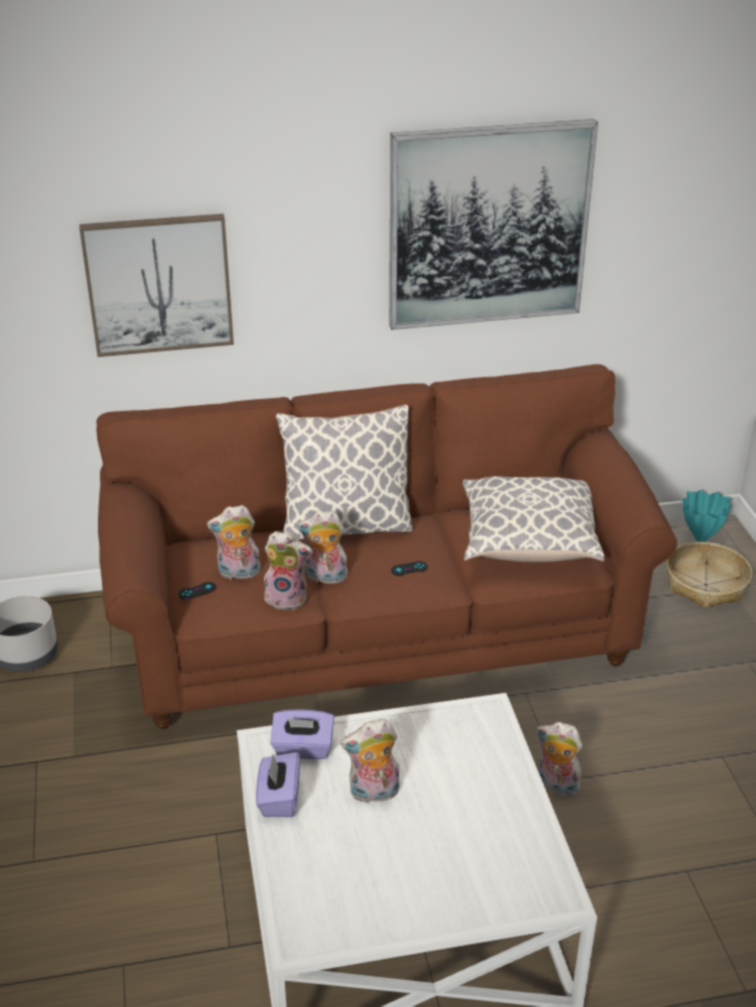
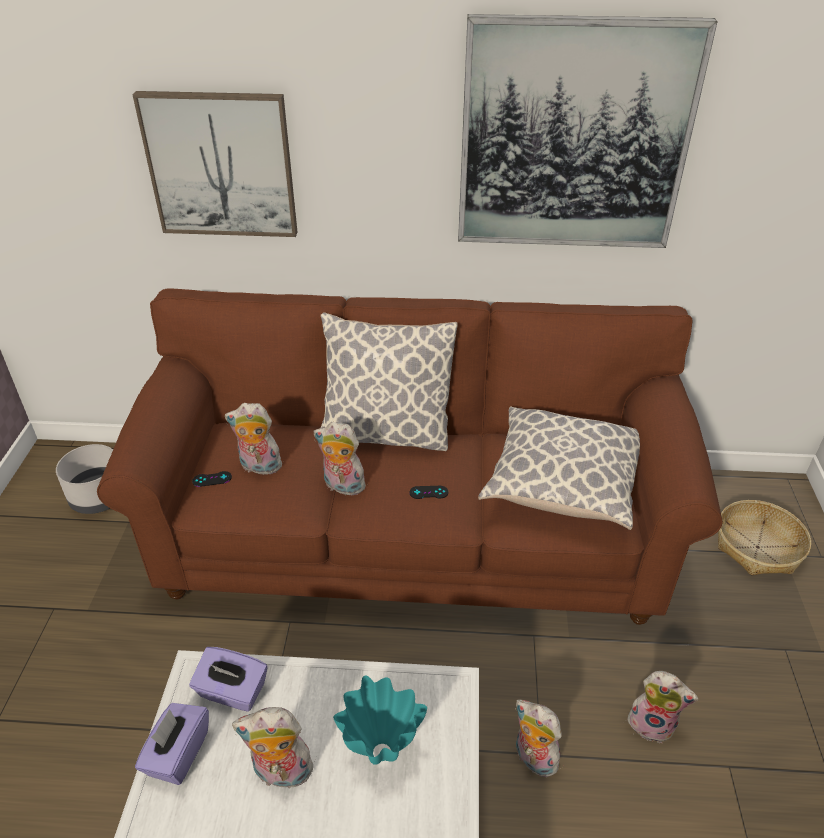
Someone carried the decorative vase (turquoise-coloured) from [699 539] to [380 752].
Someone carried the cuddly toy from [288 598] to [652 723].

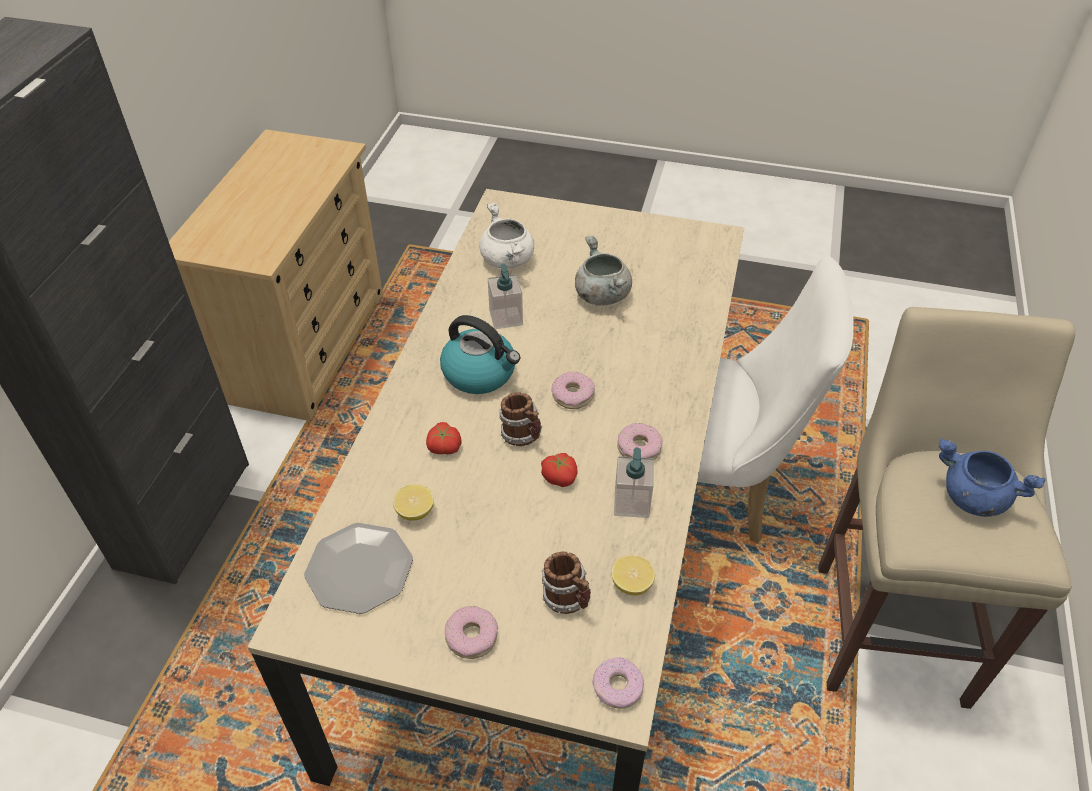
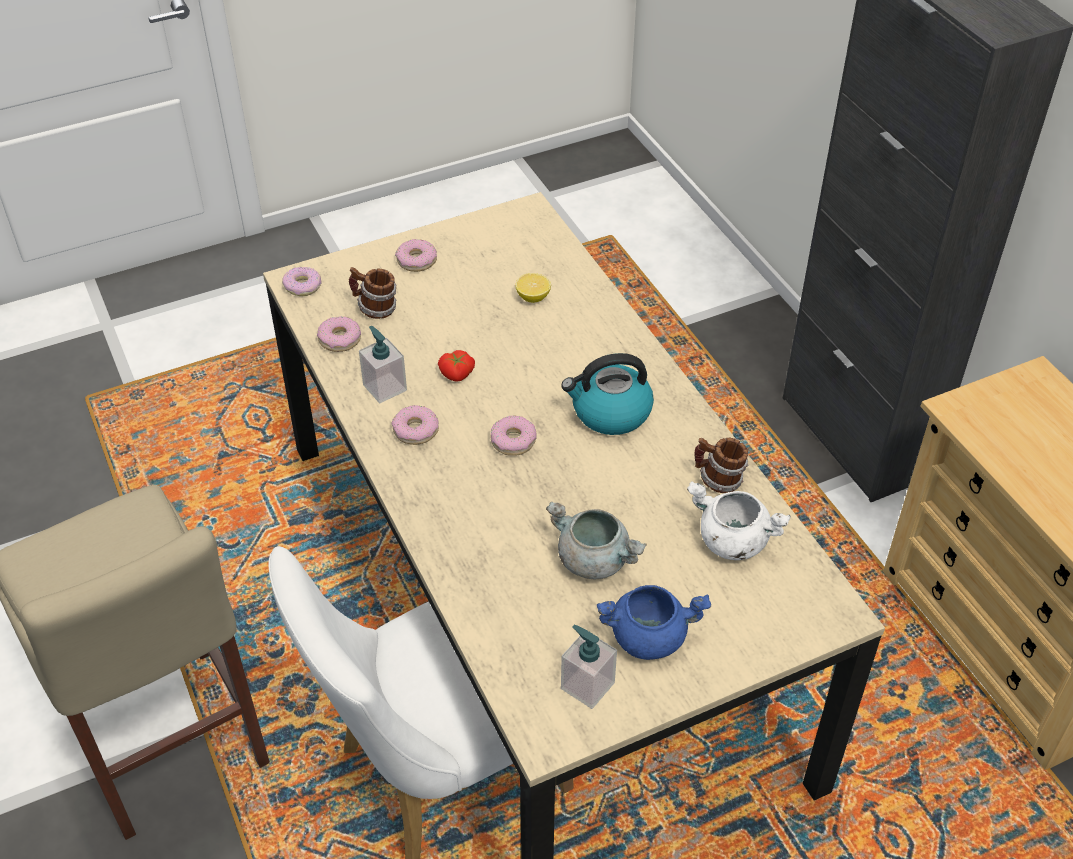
Someone swapped the whole lemon at [631 584] for the donut at [339 339].
Someone carried the liquid soap bottle from [506 318] to [587 685].
Someone carried the cooking pot (blue) from [972 497] to [649 636].
Someone carried the tea mug from [523 436] to [718 480].
Someone took away the dinner plate at [359 569].
Someone took away the fresh tomato at [443 447].

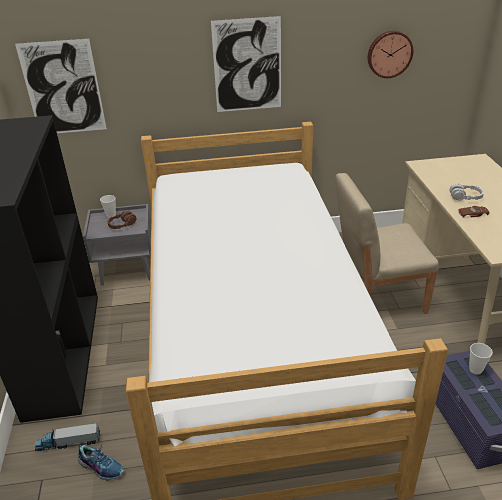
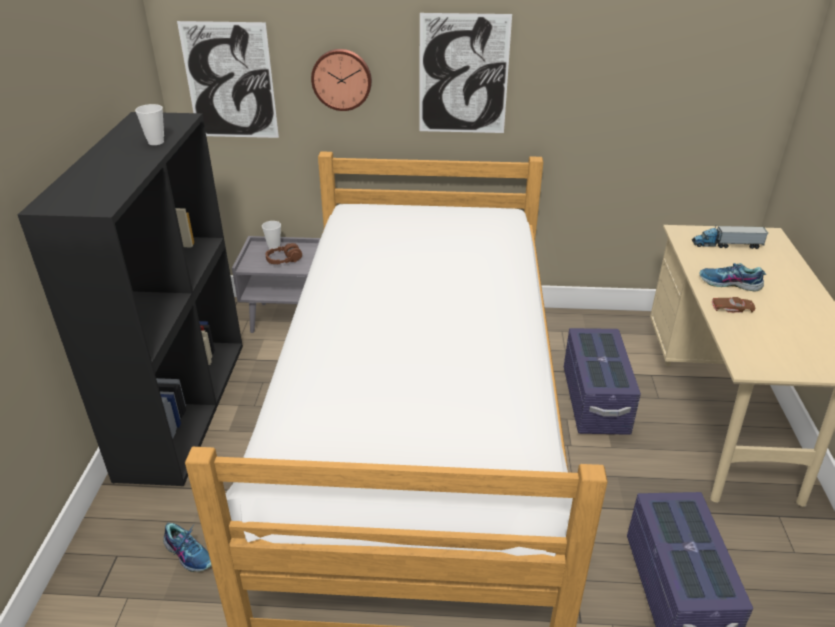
Someone carried the small cup from [475 369] to [156 142].
Someone carried the clock on the wall from [389 54] to [342 79].
Someone swapped the upright chair (beige-coloured) at [376 296] for the storage box (purple-coloured) at [595 400].
Someone carried the model truck from [68 442] to [726 245].
Someone swapped the headset (grey) at [465 197] for the item of footwear at [729 284].

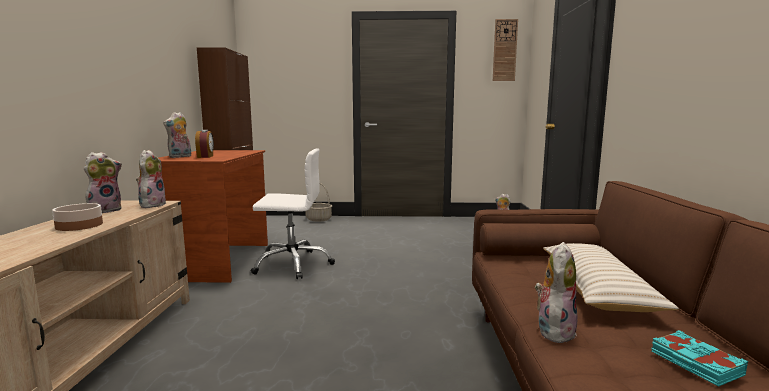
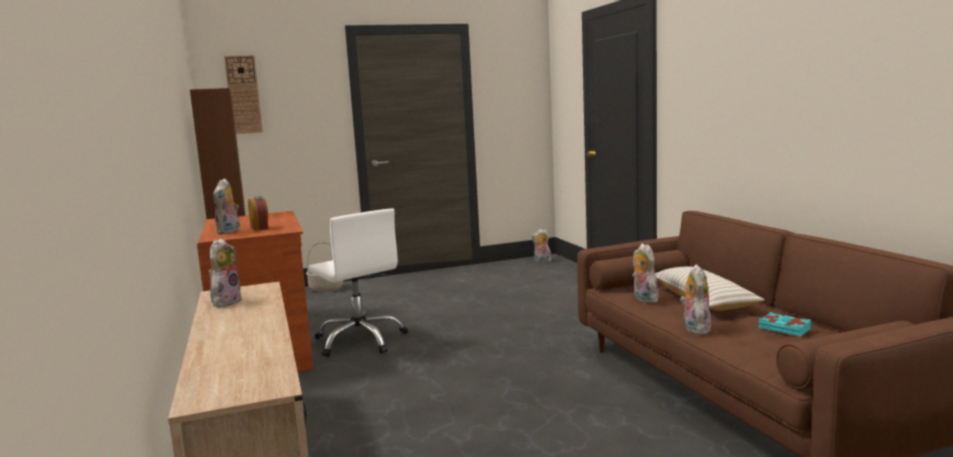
Someone carried the clock on the wall from [504 50] to [243 94].
Someone rotated the desk chair (white) at [293 264] by 75 degrees clockwise.
Someone carried the cuddly toy from [152 205] to [643 299].
Someone took away the bowl at [79 225].

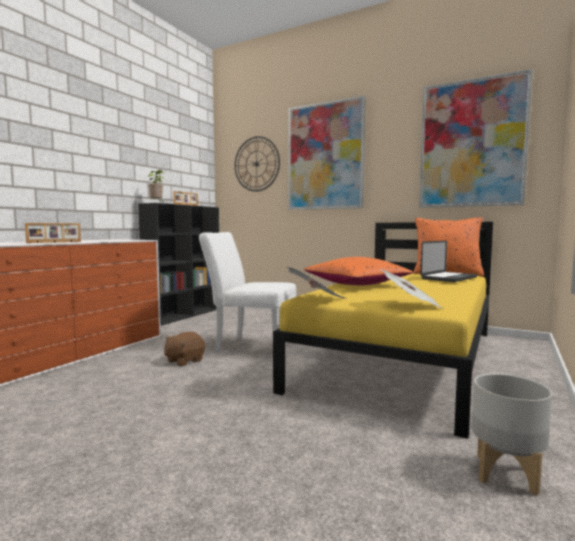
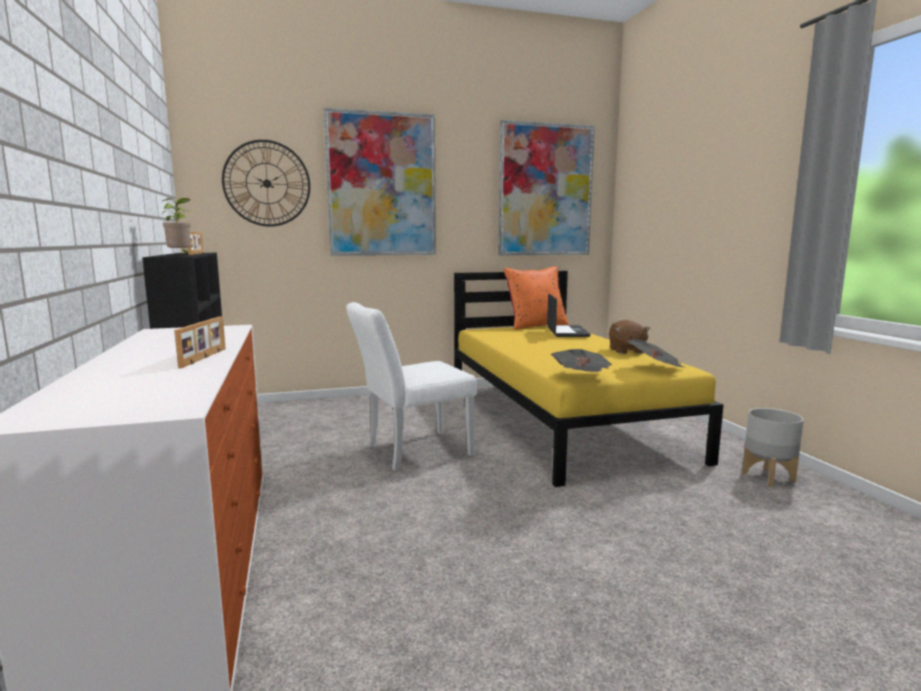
Someone carried the cuddly toy (brownish) from [184 361] to [626 351].
Someone took away the throw pillow (orangey) at [356 284].

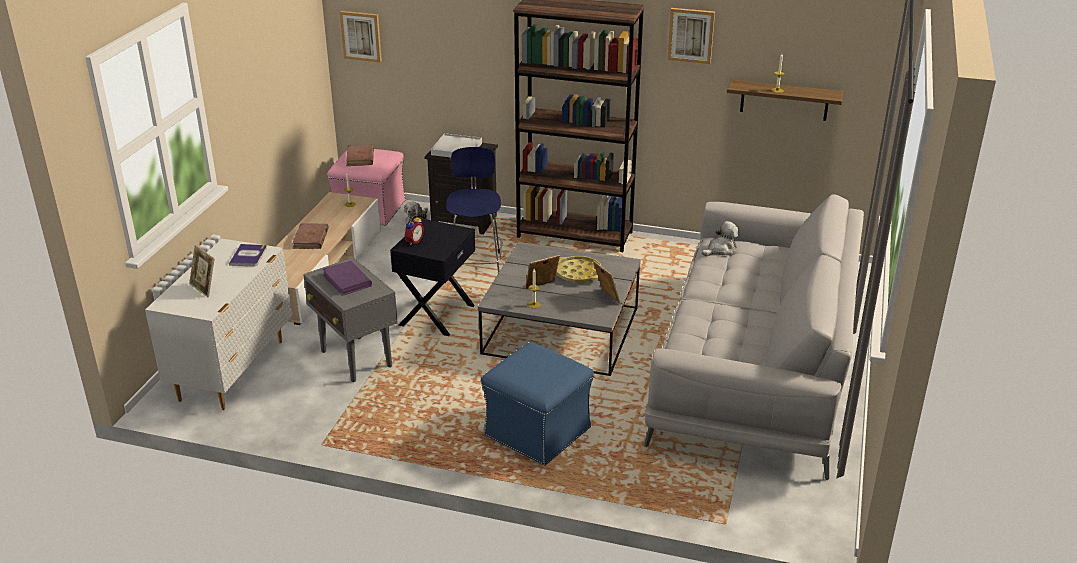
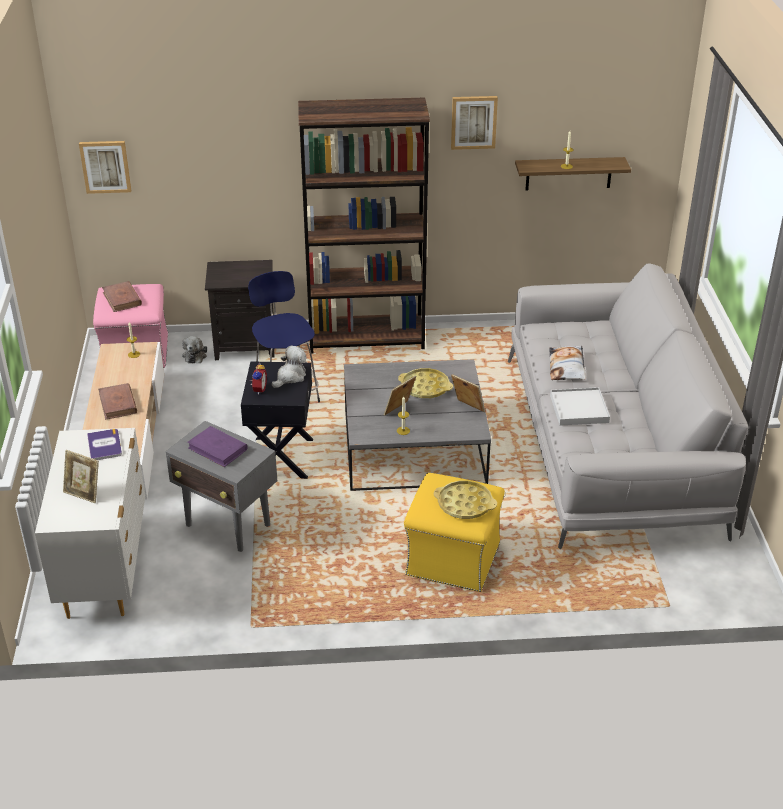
Someone carried the cuddly toy from [720 250] to [290 377].
Someone repainted the pouffe (blue) at [536 431], which became the pouffe (yellowish) at [452 558].
Someone put down the tray (yellowish) at [464 504].
Someone put down the throw pillow at [567 367].
Someone carried the tray (white) from [456 149] to [579 409].

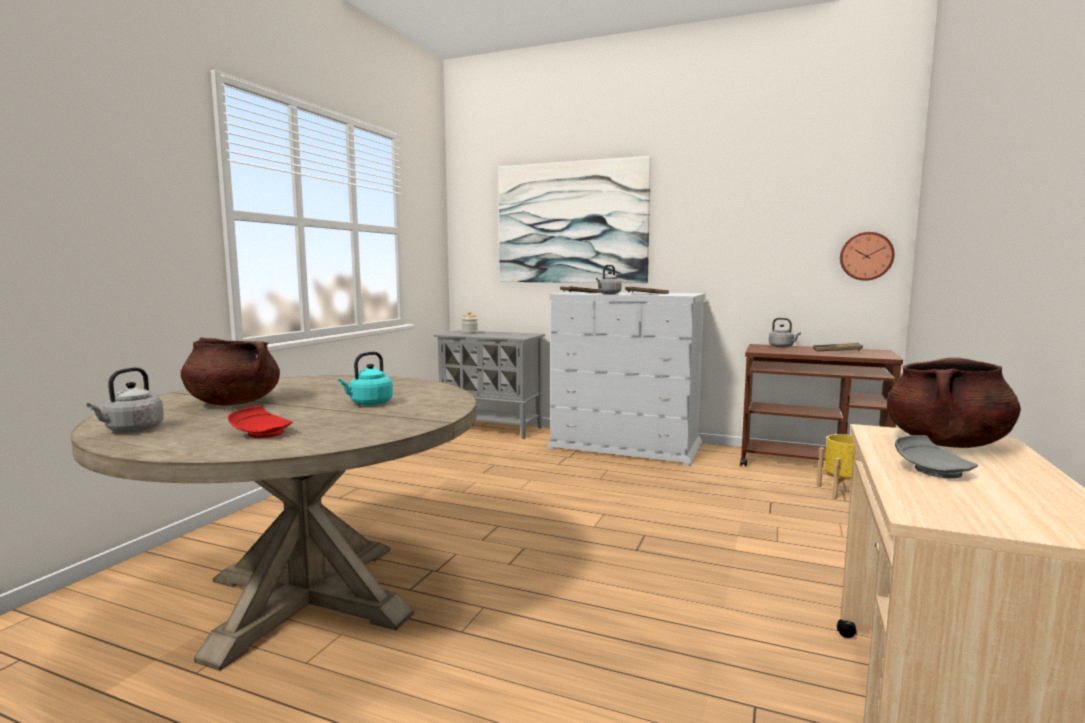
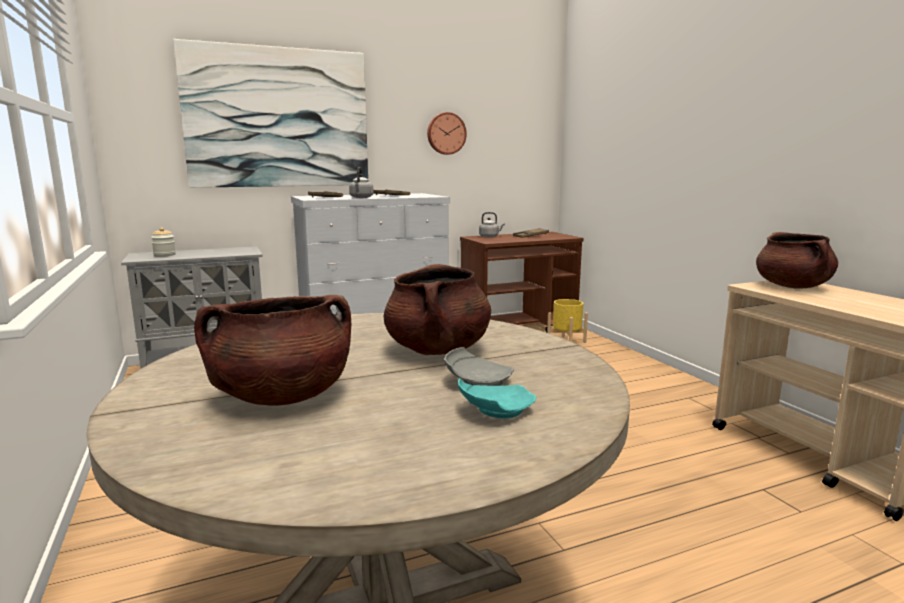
Someone swapped the kettle (turquoise-coloured) at [369 403] for the cooking pot (brownish) at [437 350].
Someone carried the clock on the wall from [866 256] to [446 133].
Someone carried the dinner plate (grey) from [932 470] to [477 381].
Someone repainted the dinner plate (reddish) at [262 433], which became the dinner plate (turquoise-coloured) at [494 411].
Someone took away the kettle (grey) at [132 430].

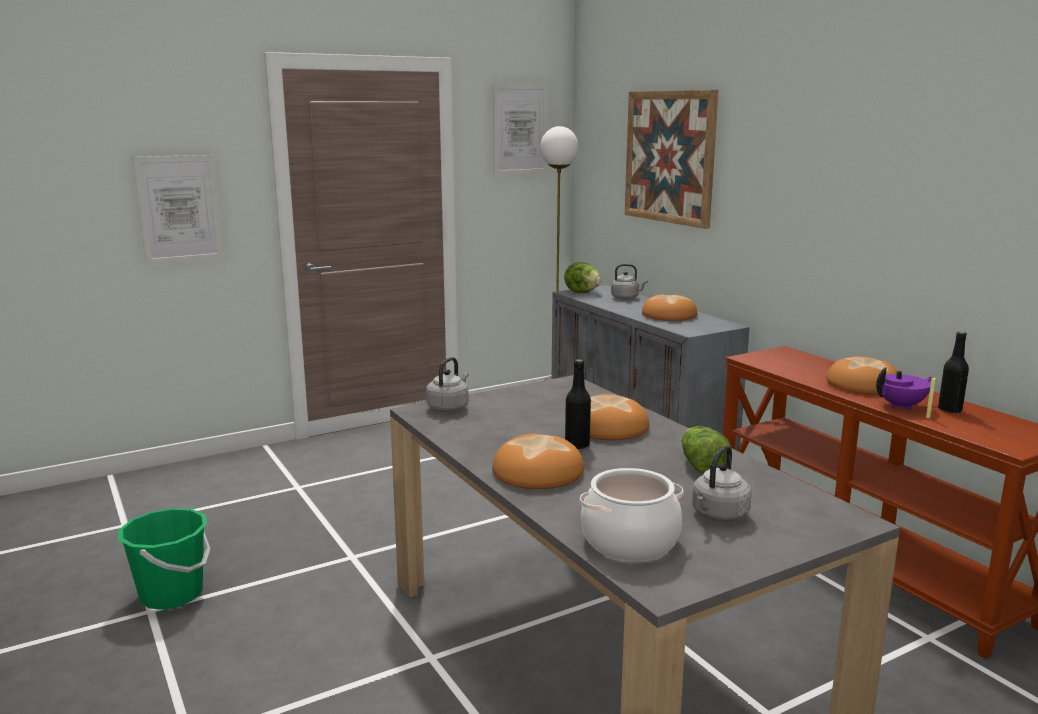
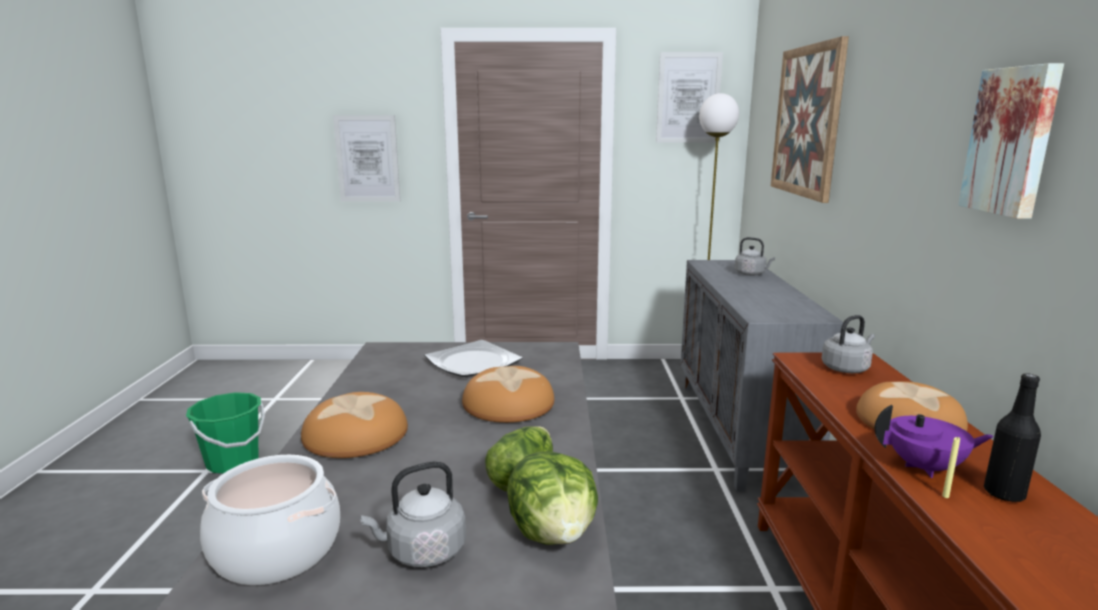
Someone put down the dinner plate at [474 362].
Someone carried the head of lettuce from [582 292] to [554 533].
Someone carried the kettle (grey) from [449 407] to [846 368].
Someone put up the picture at [1013 141].
Someone took away the beverage bottle (black) at [577 445].
Someone took away the bakery bread at [669 315].

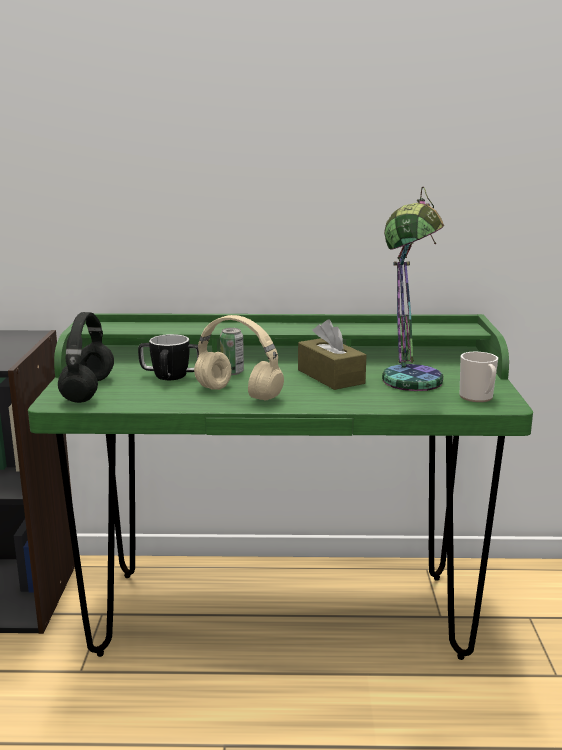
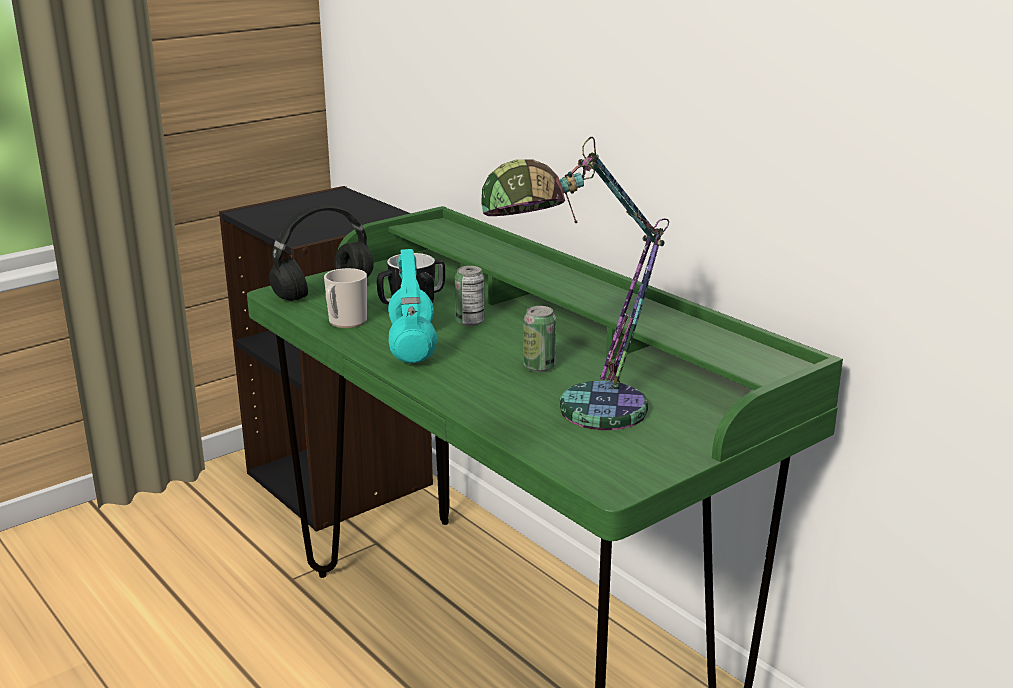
Someone carried the tea mug from [478 398] to [345 322].
Someone repainted the headset (beige-coloured) at [240 394], which became the headset (turquoise-coloured) at [413 347].
Someone swapped the box of tissues (brownish) at [330 376] for the can at [539 366].

